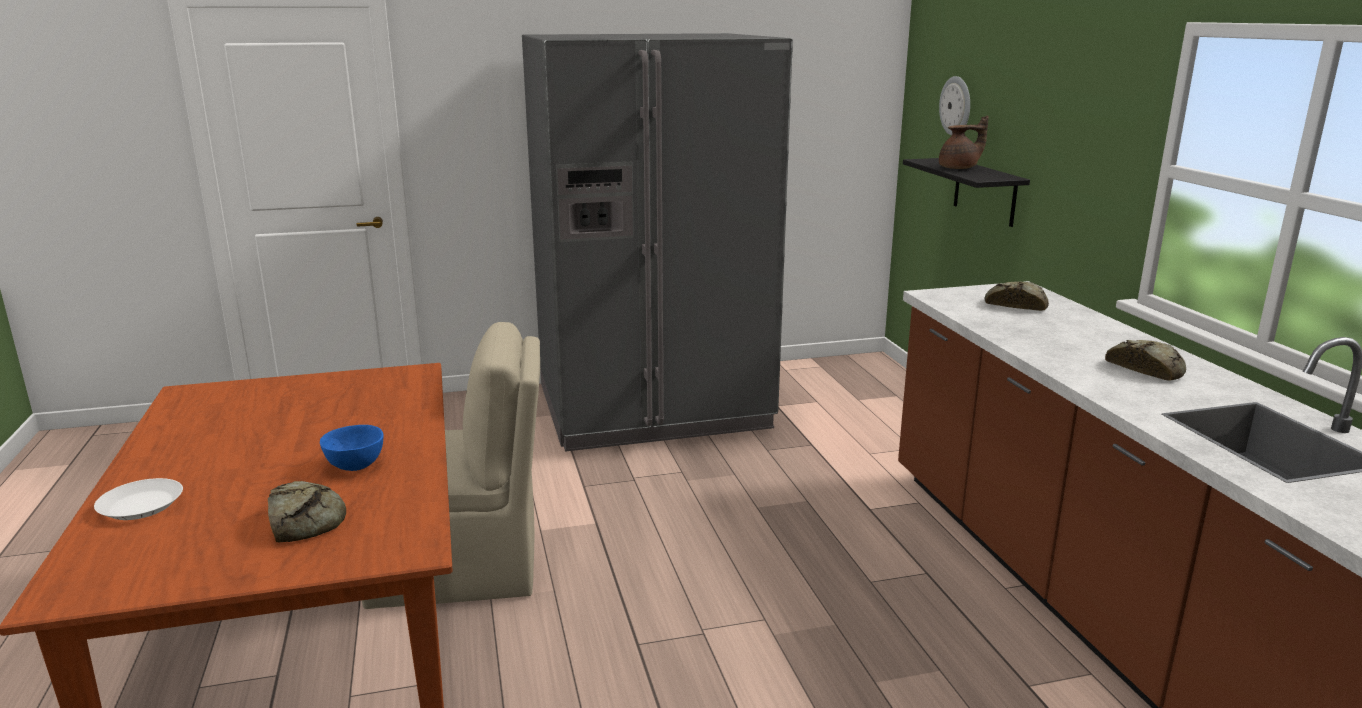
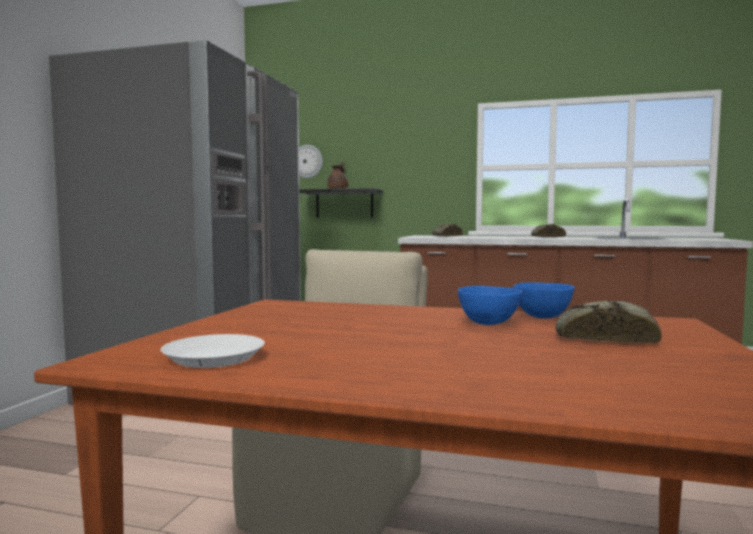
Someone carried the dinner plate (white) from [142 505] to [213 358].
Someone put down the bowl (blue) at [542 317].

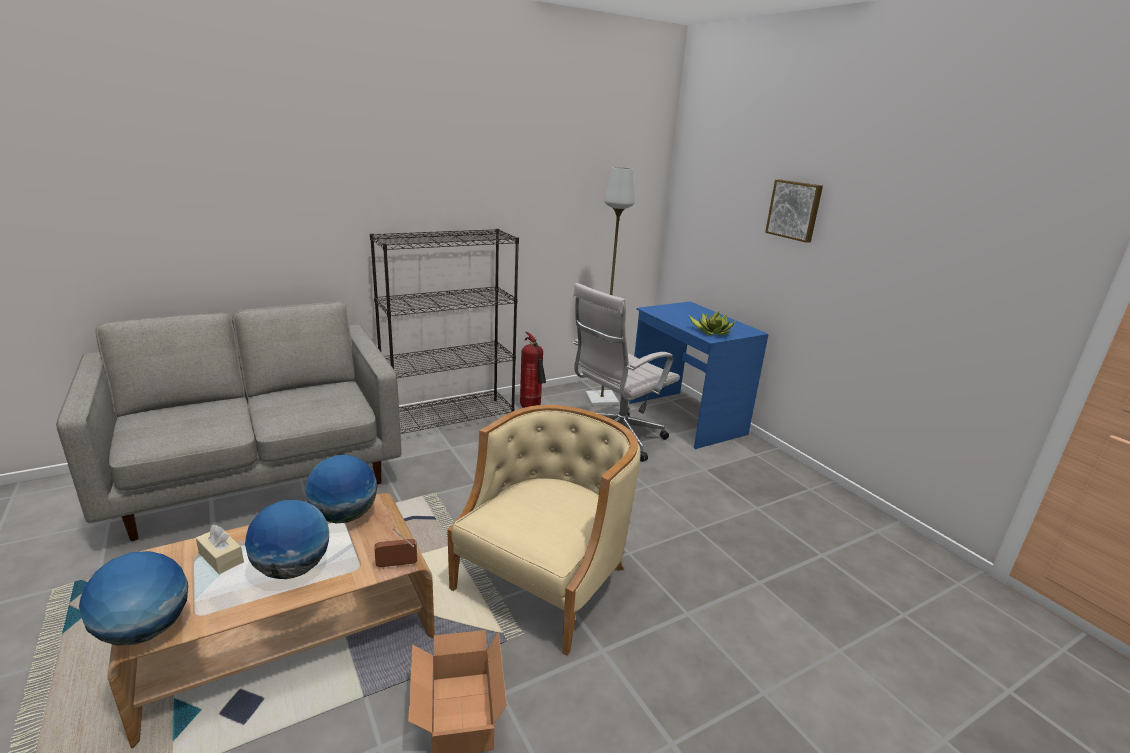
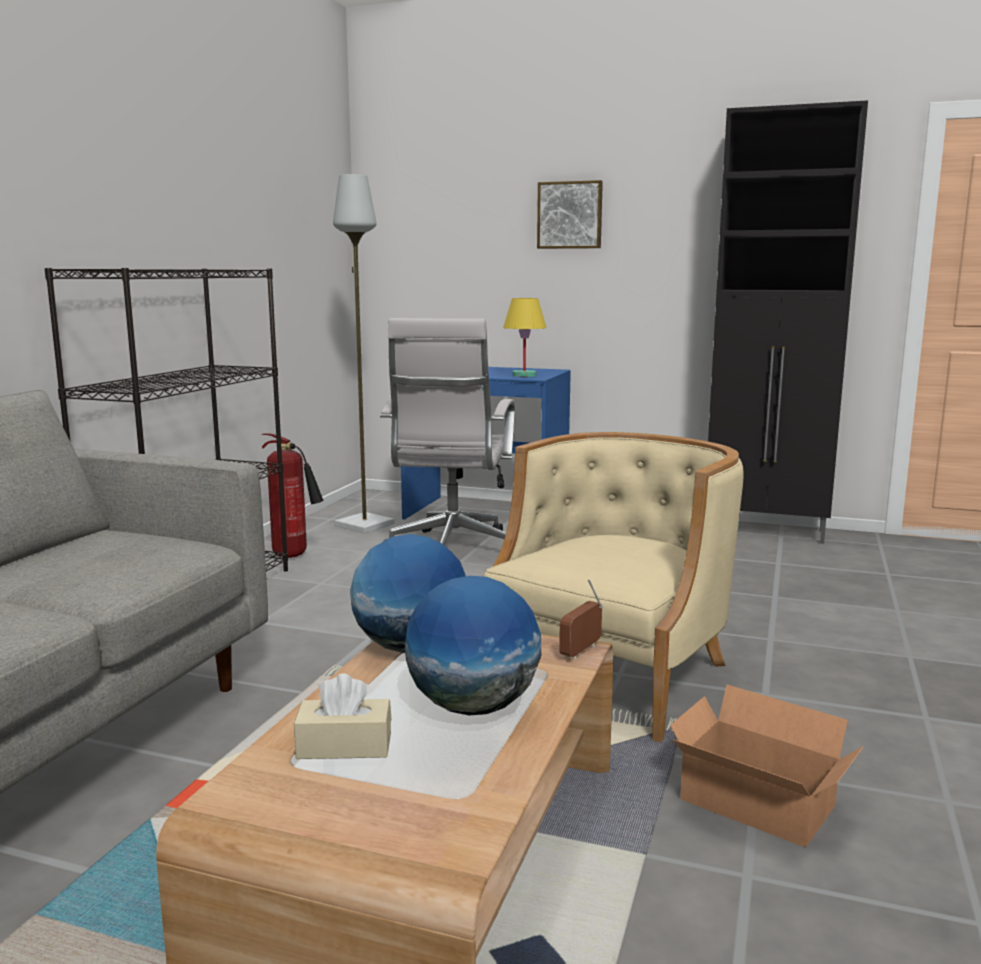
Someone rotated the armchair (beige-coloured) at [546 578] by 45 degrees clockwise.
Someone swapped the potted plant at [712 332] for the lamp for a table (yellowish) at [523 375].
Someone put down the cupboard (black) at [767 532].
Someone took away the world globe at [145 630].

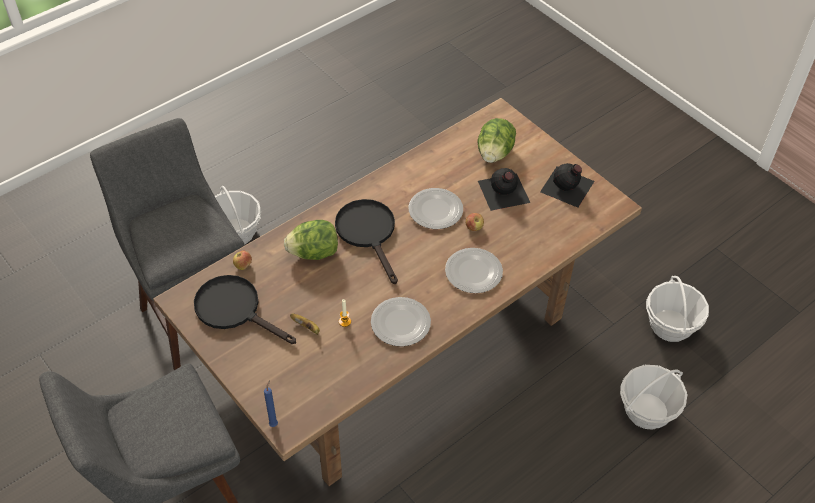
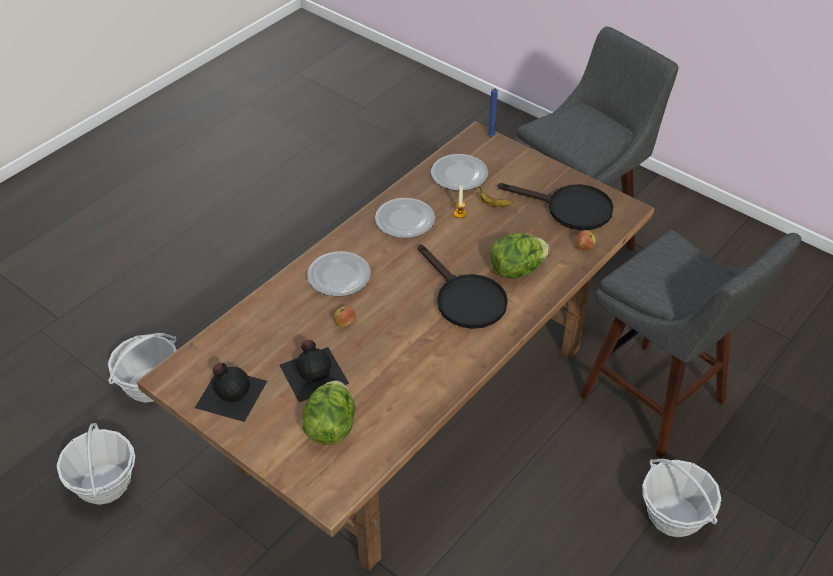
Someone carried the dinner plate from [436 210] to [458 174].

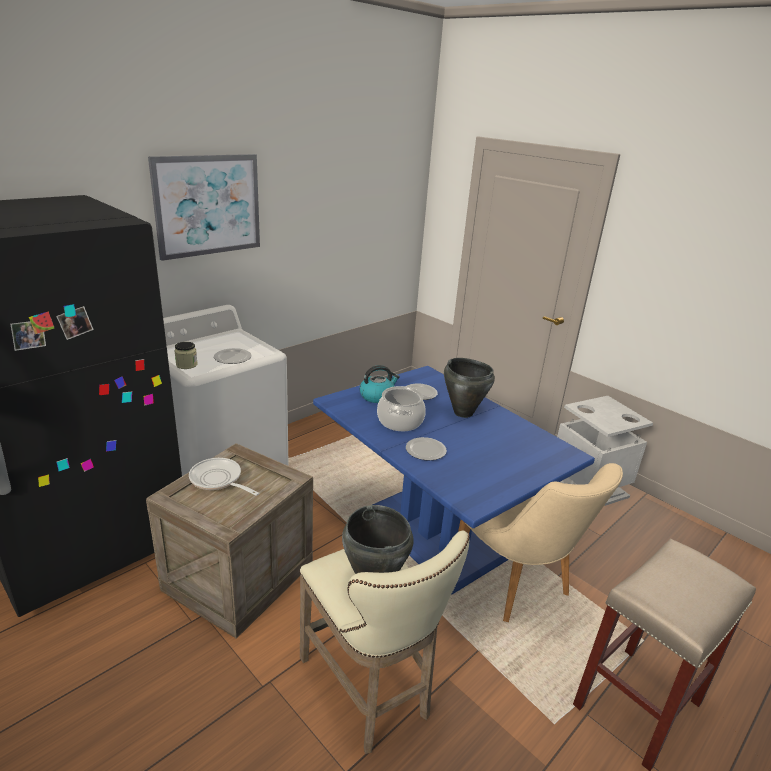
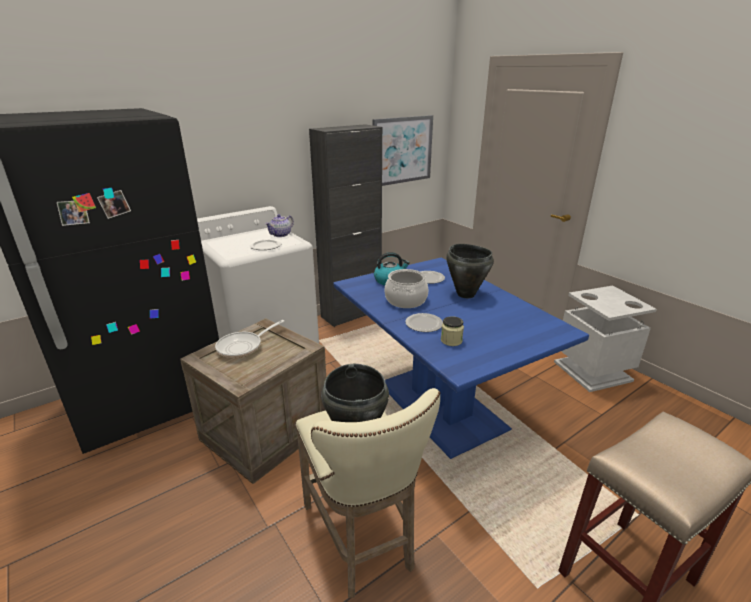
Someone rotated the frying pan at [218 480] by 90 degrees counterclockwise.
Someone put down the pot for tea at [281 234].
Someone put down the cupboard (black) at [351 313].
Someone carried the picture from [208 205] to [402 150].
Someone carried the jar from [186 365] to [451 340].
Someone took away the upright chair (beige-coloured) at [518 587].

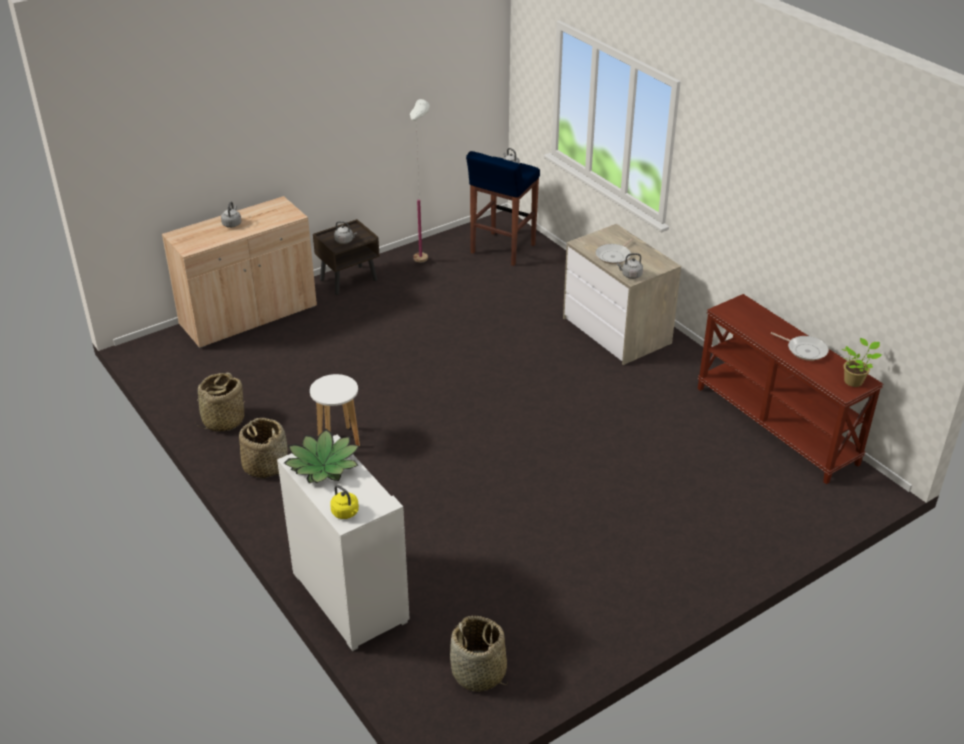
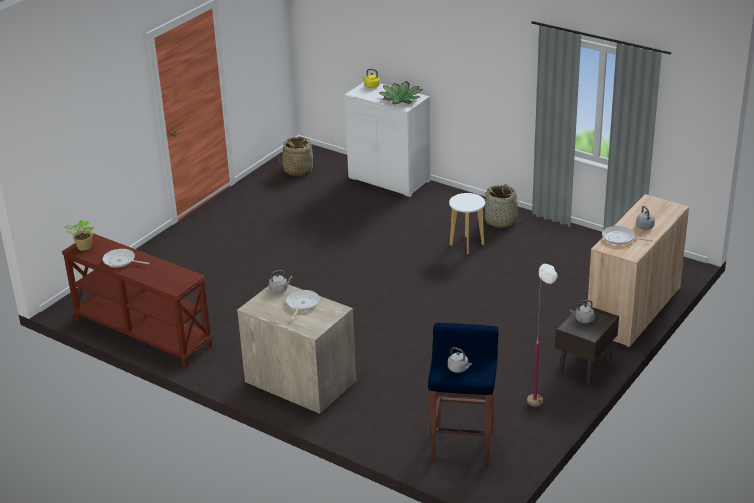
Someone put down the frying pan at [620 238].
Someone took away the basket at [223 420].

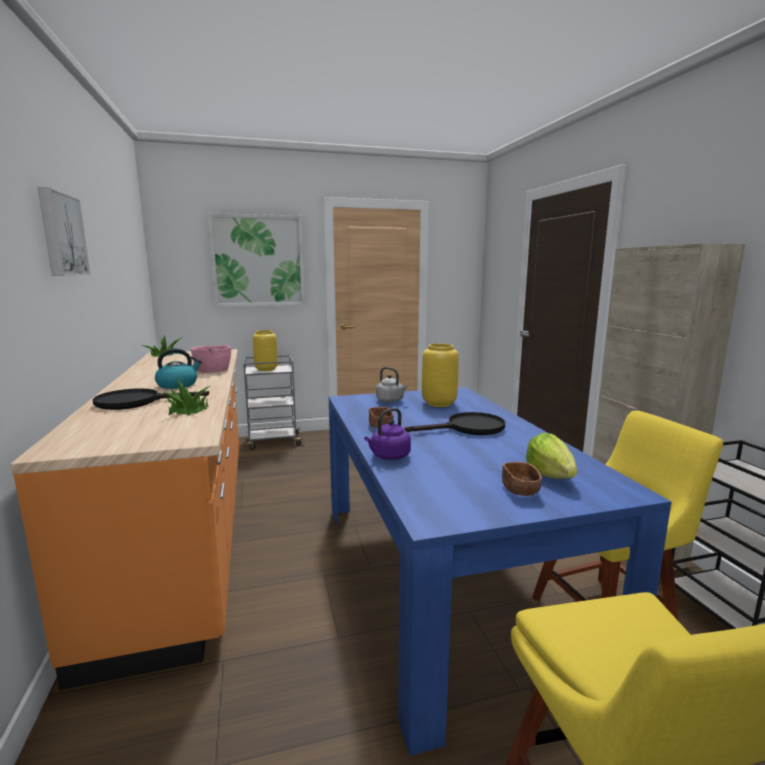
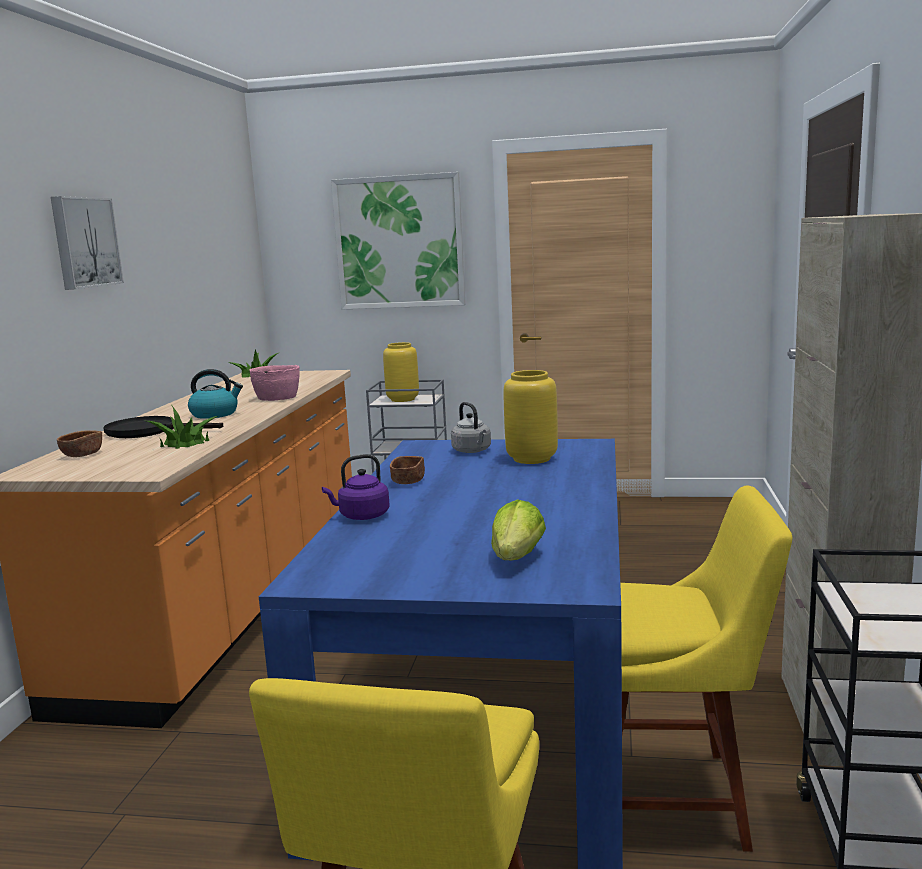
Someone carried the bowl (brownish) from [520 490] to [82 454].
Someone took away the frying pan (black) at [468 428].

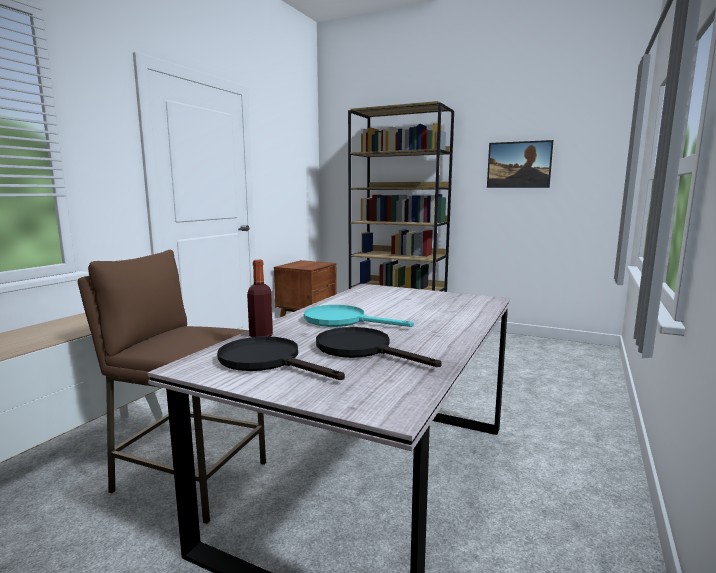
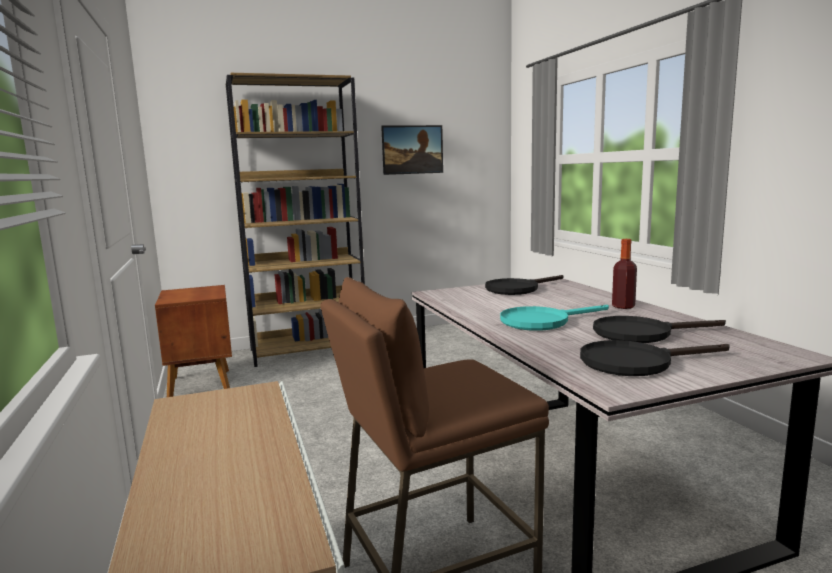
Someone put down the frying pan (black) at [517 289].
Someone carried the beverage bottle from [261 335] to [623 306].

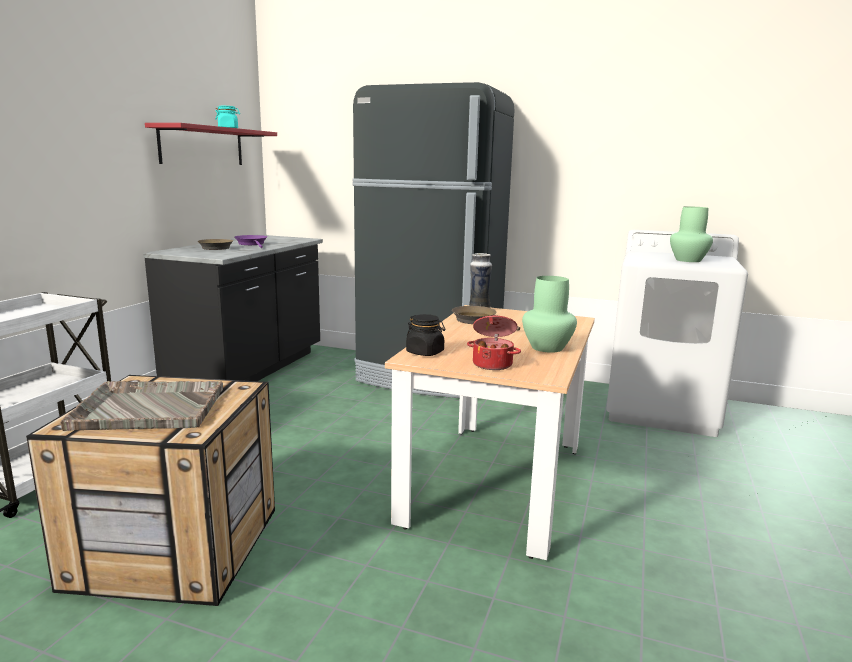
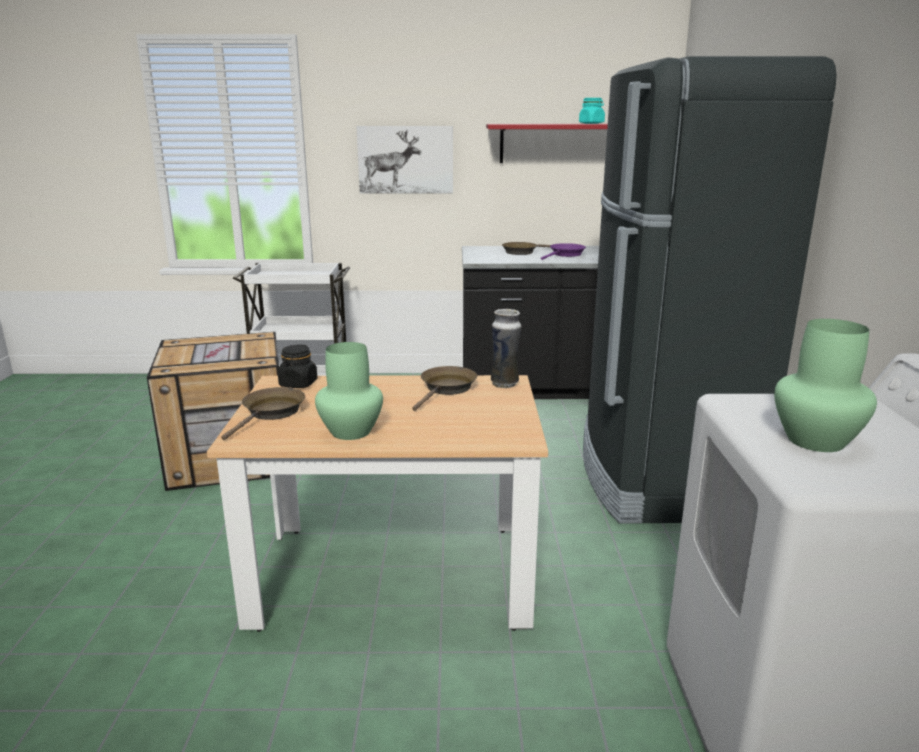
Someone swapped the cooking pot at [493 364] for the frying pan (brownish) at [271 413].
Someone put up the picture at [405 159].
Someone took away the tray (grey) at [147 408].

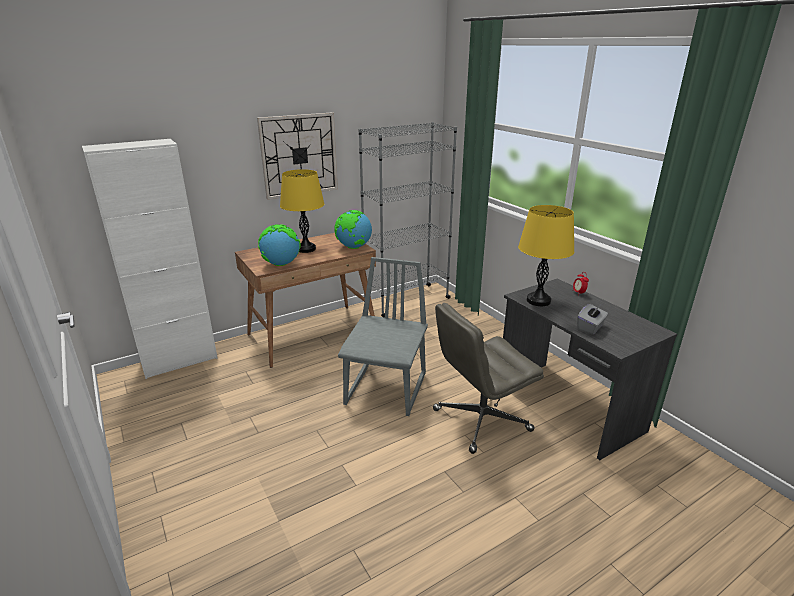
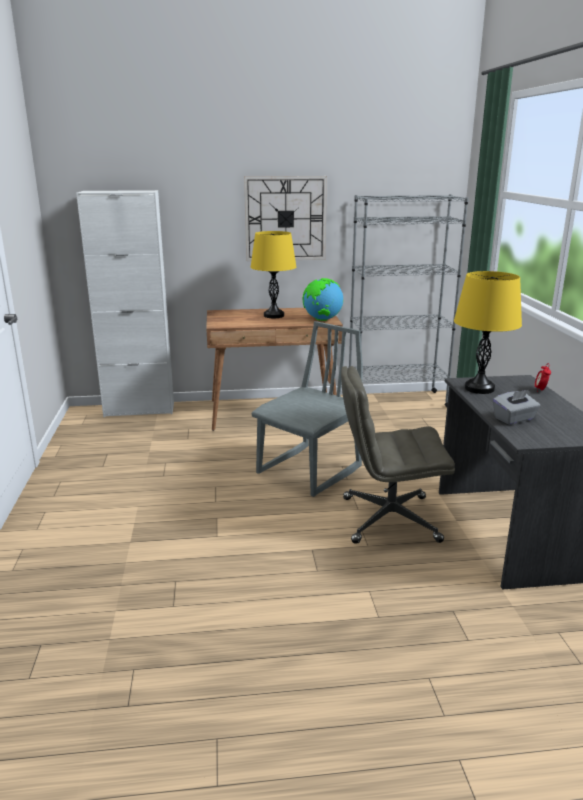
Someone took away the world globe at [281 264].

